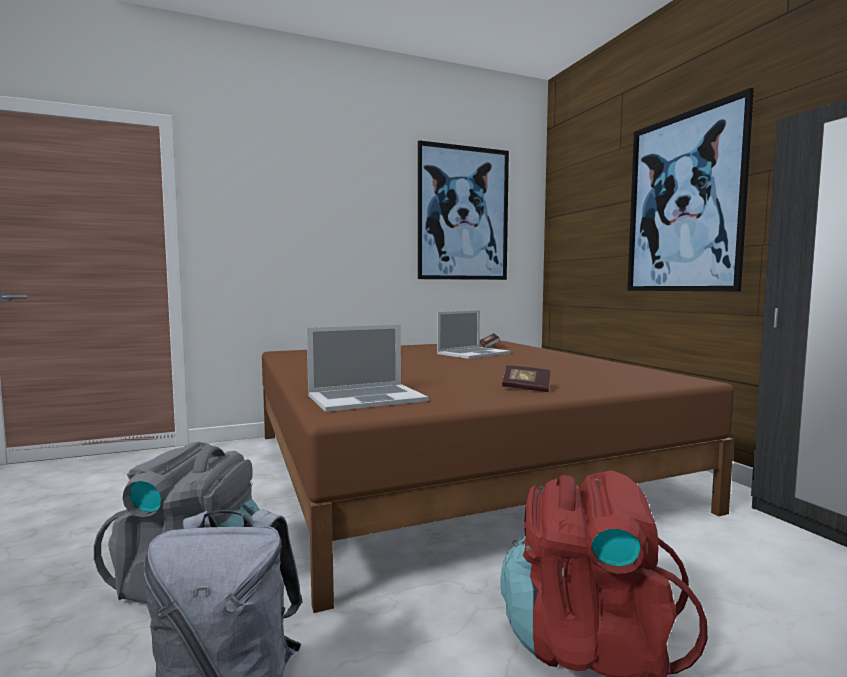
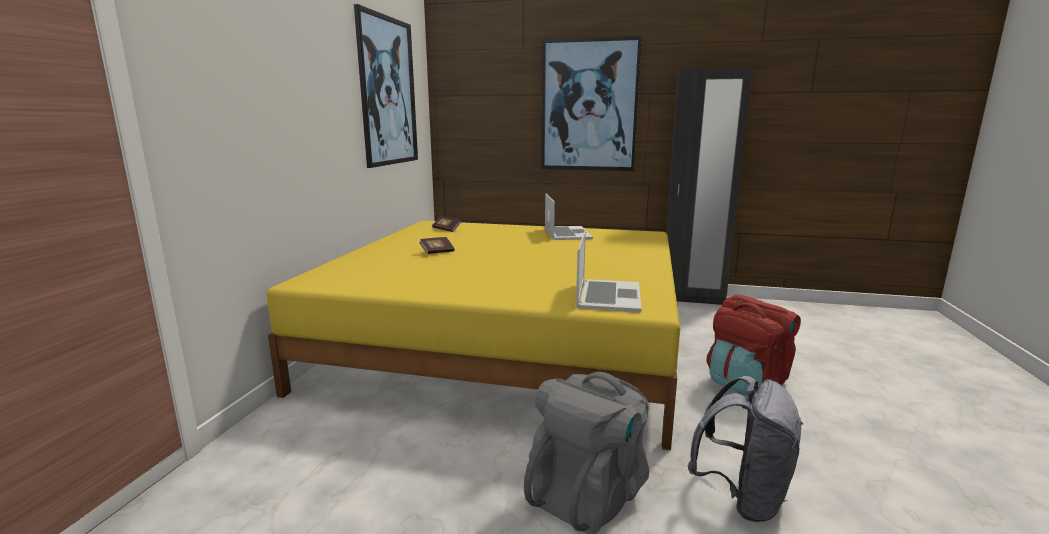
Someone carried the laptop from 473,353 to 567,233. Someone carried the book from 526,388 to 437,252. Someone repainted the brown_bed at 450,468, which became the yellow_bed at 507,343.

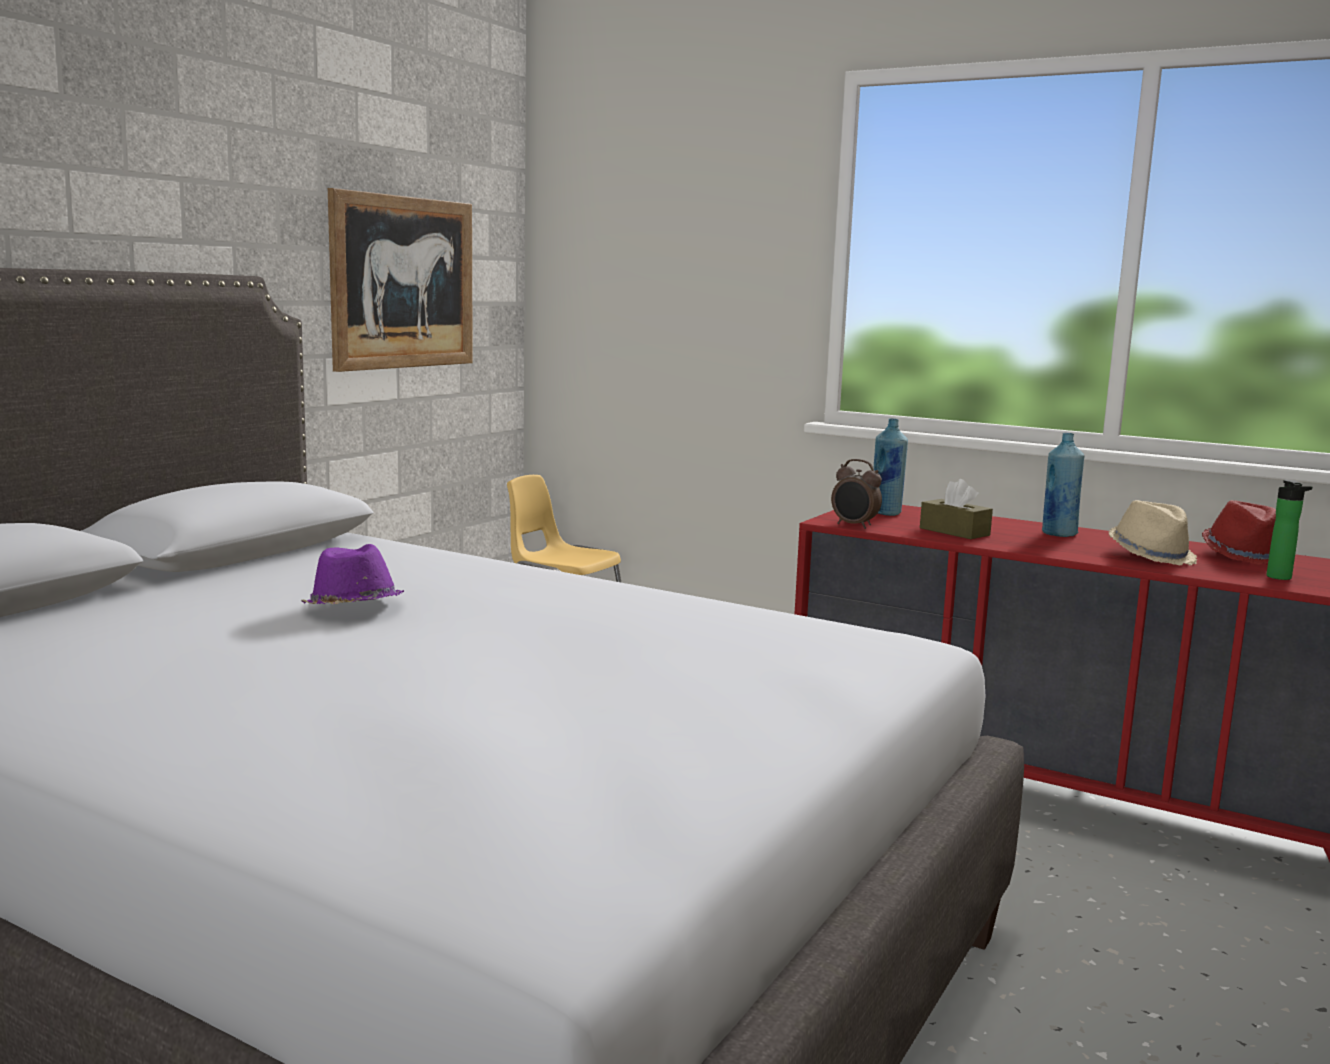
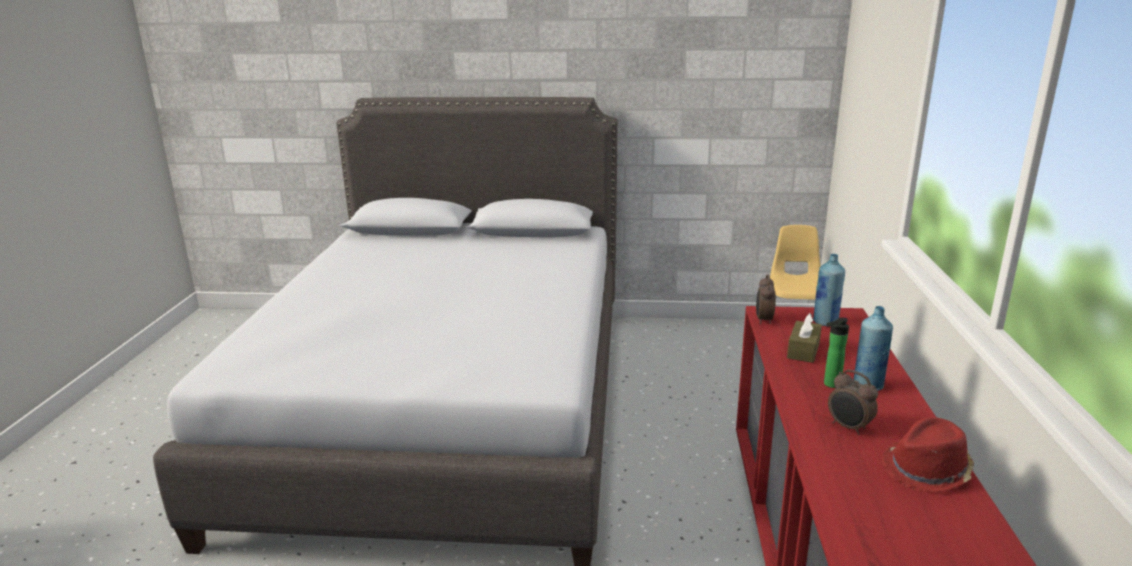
Someone took away the purple_hat at 353,609. Someone took away the picture at 403,282. Someone carried the bottle from 1281,578 to 830,385. Someone swapped the beige_hat at 1151,555 for the alarm_clock at 848,427.

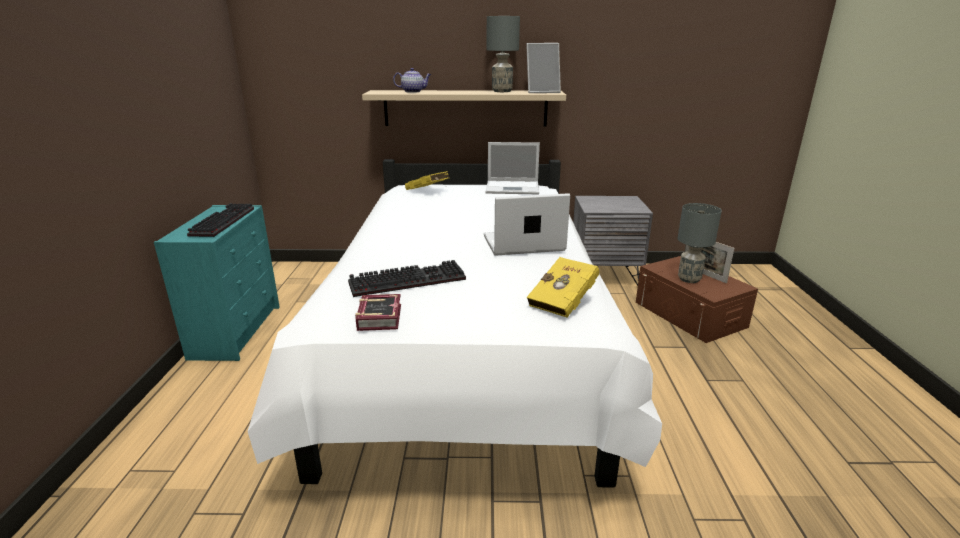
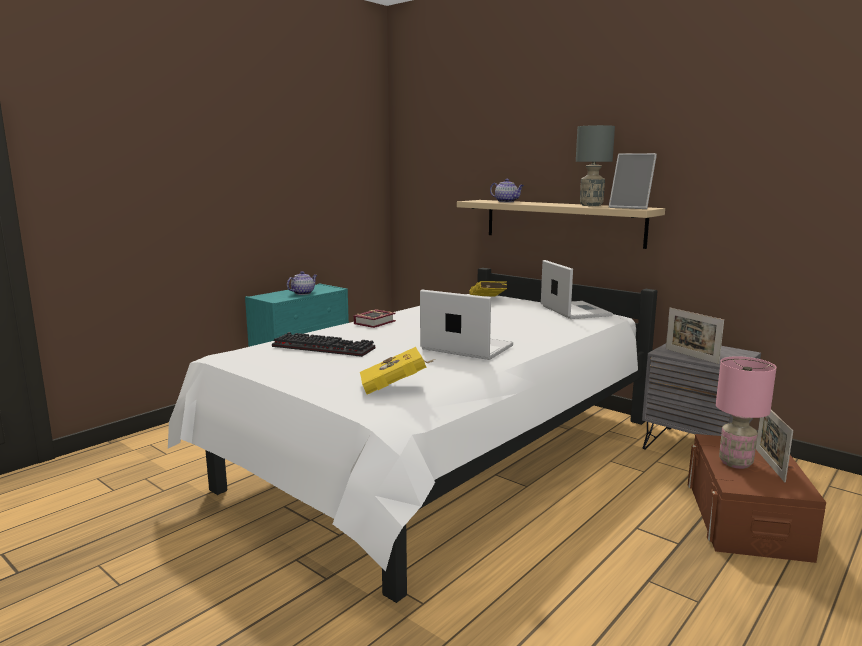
Someone put down the picture_frame at 691,356. Someone carried the book from 381,316 to 376,322. Someone swapped the keyboard at 222,221 for the teapot at 303,293. Someone repainted the grey_table_lamp at 689,279, which became the pink_table_lamp at 736,463. Someone rotated the laptop at 513,188 by 150 degrees counterclockwise.

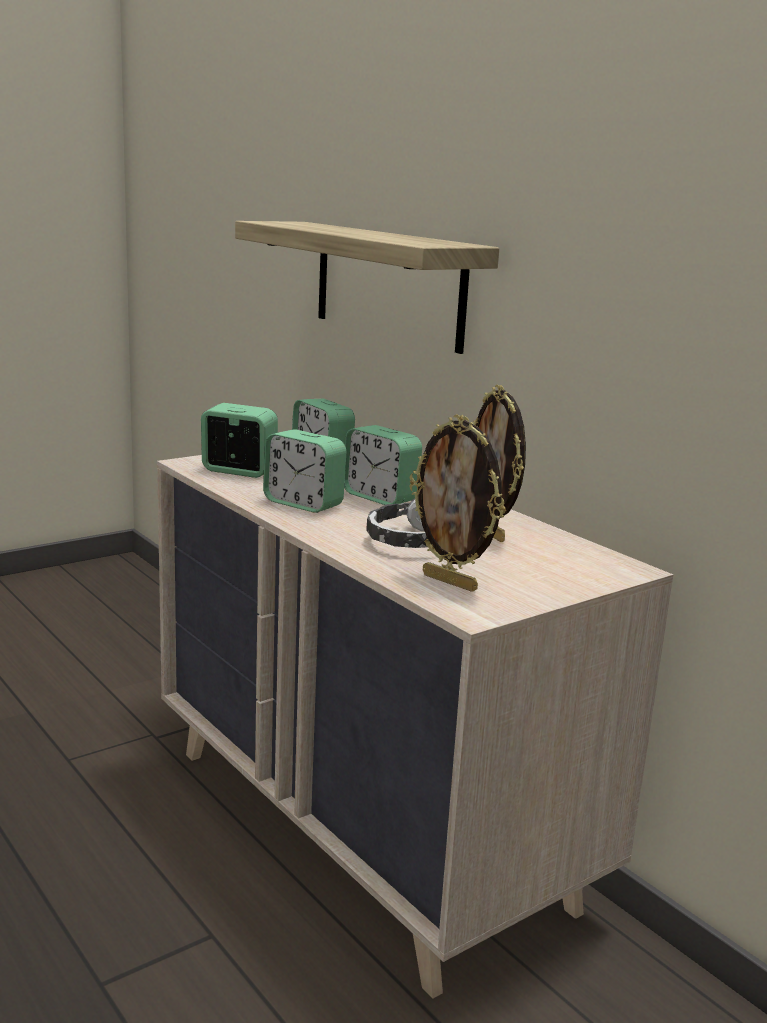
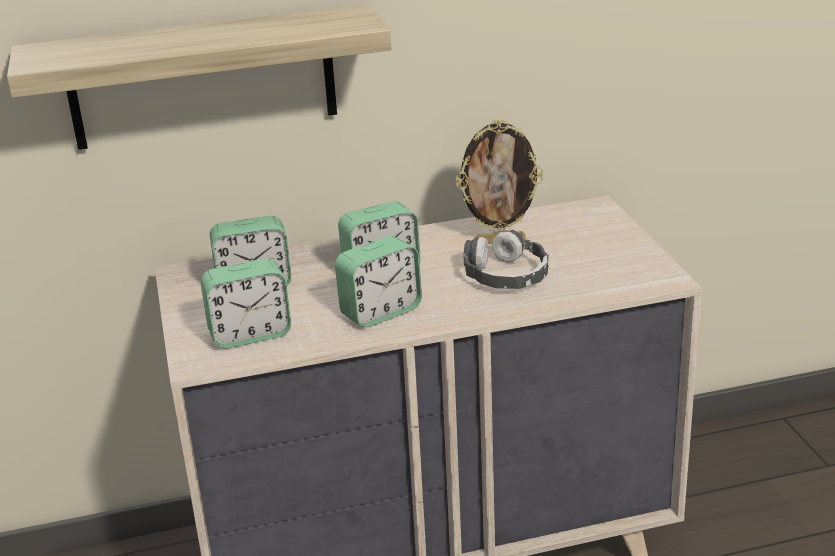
Someone took away the picture_frame at 451,582. Someone rotated the alarm_clock at 239,471 by 150 degrees counterclockwise.

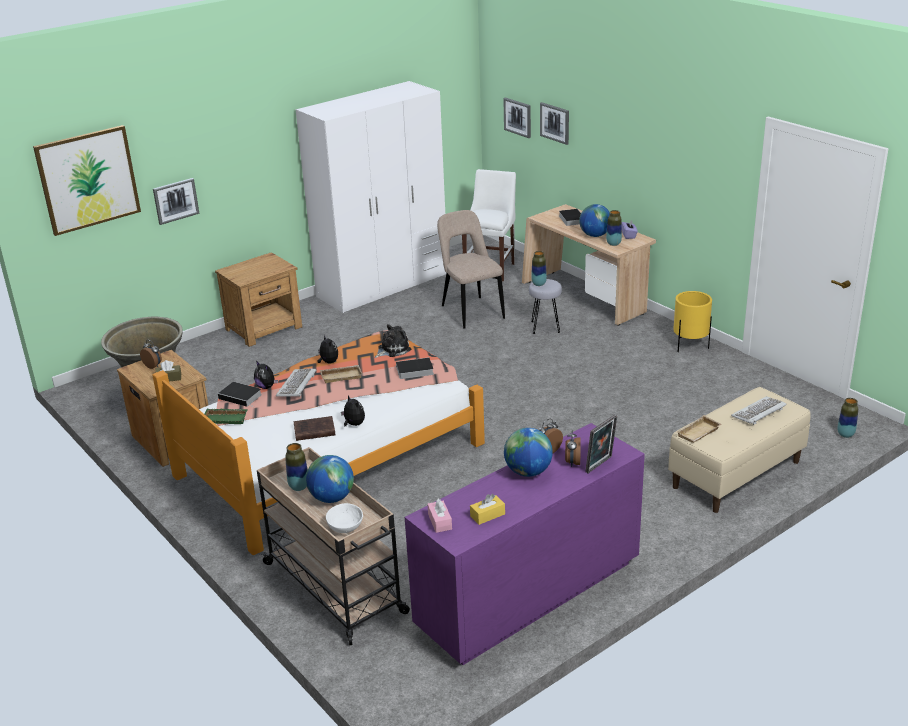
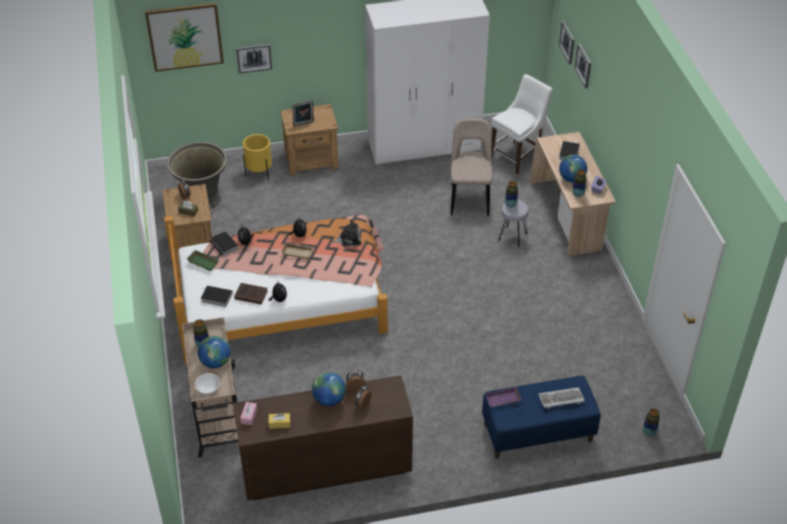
Someone took away the keyboard at 297,385. Someone carried the book from 413,371 to 215,297. Someone carried the picture_frame from 600,465 to 303,124. Someone carried the yellow_planter from 690,346 to 259,173. Someone repainted the purple_dresser at 527,595, which became the brown_dresser at 325,468. Someone repainted the beige_bench at 736,475, which became the blue_bench at 537,433. Someone repainted the beige_tray at 699,433, which became the purple_tray at 502,400.

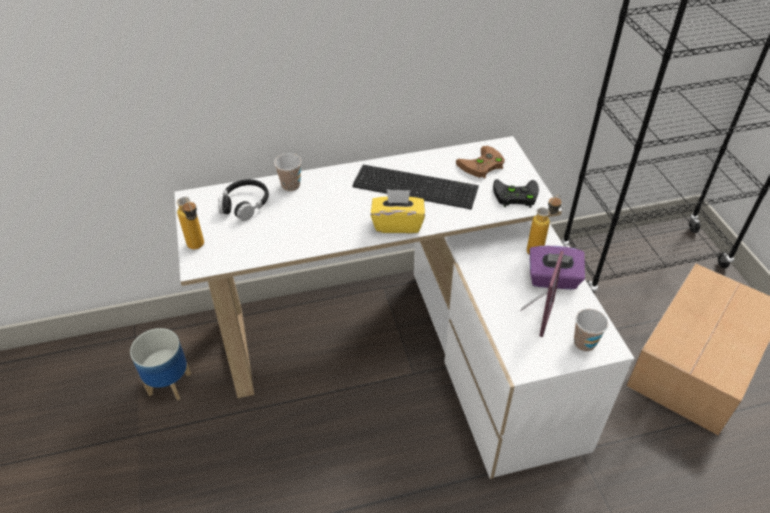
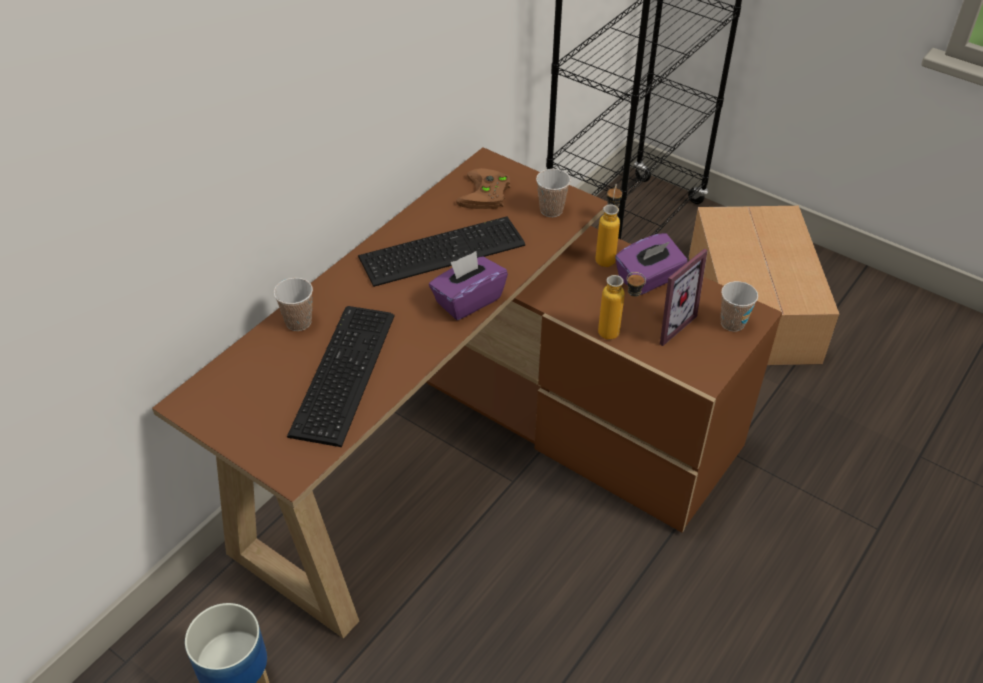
Someone took away the black_headphones at 245,204. Someone put down the keyboard at 340,374. Someone carried the bottle from 198,248 to 617,335. Someone swapped the black_game_controller at 514,196 for the cup at 551,210. Someone repainted the white_desk at 408,345, which became the brown_desk at 479,456. Someone repainted the yellow_tissue_box at 397,224, which became the purple_tissue_box at 468,300. Someone rotated the picture_frame at 534,315 by 60 degrees clockwise.

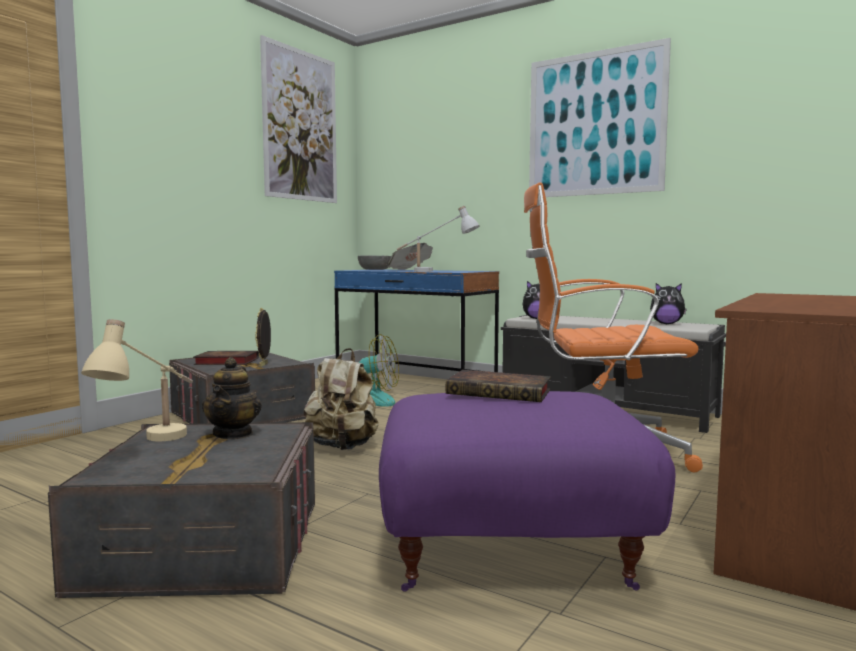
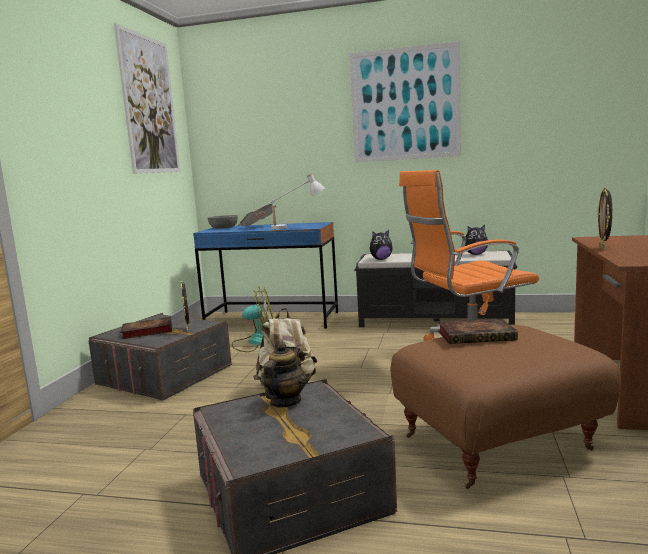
Someone took away the beige_table_lamp at 153,444. Someone put down the picture_frame at 603,248. Someone repainted the purple_ottoman at 509,554, which became the brown_ottoman at 498,445. Someone rotated the teapot at 233,434 by 135 degrees counterclockwise.

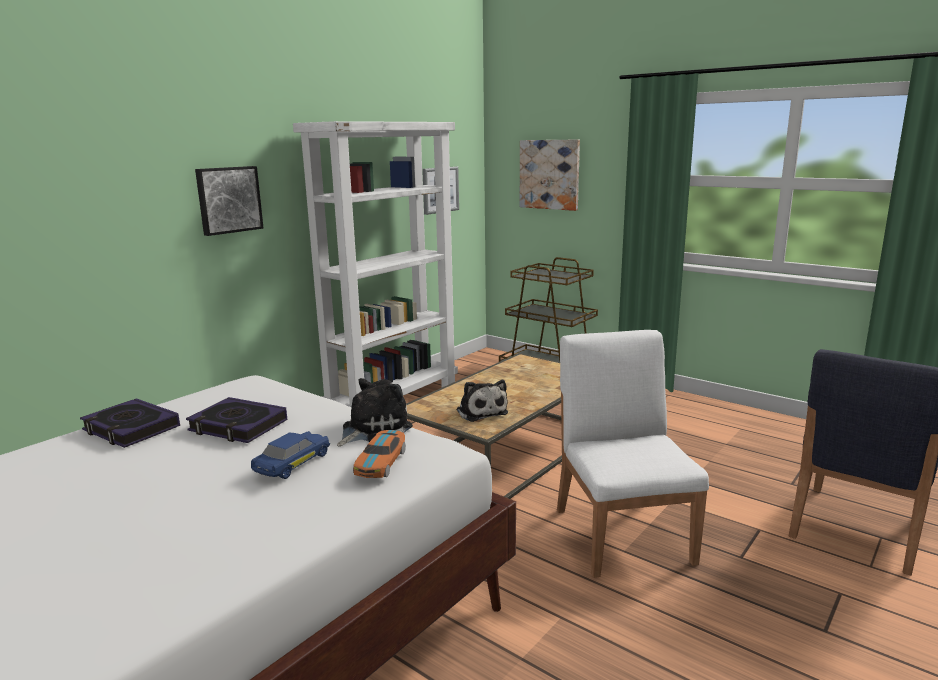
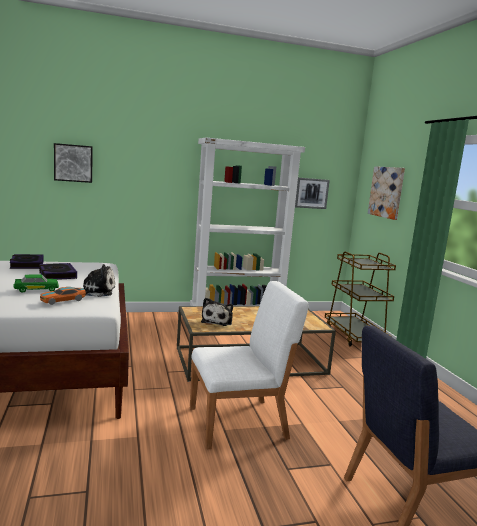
Someone carried the picture from 228,200 to 73,163. Someone repainted the blue_toy_car at 293,464, which became the green_toy_car at 36,289. Someone rotated the white_chair at 623,534 by 45 degrees clockwise.

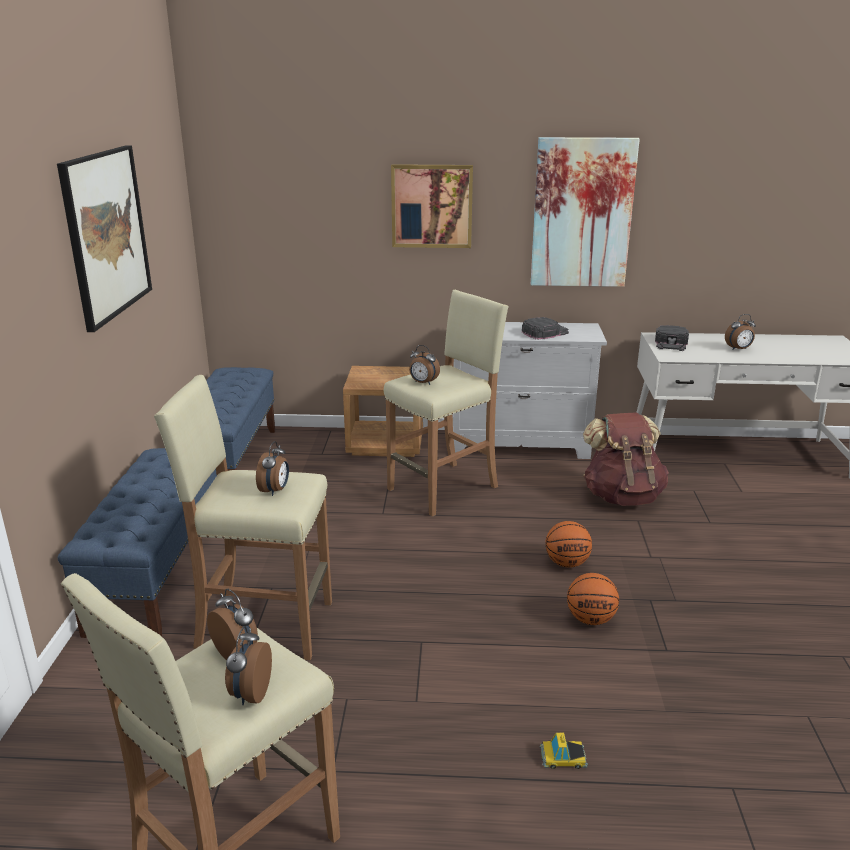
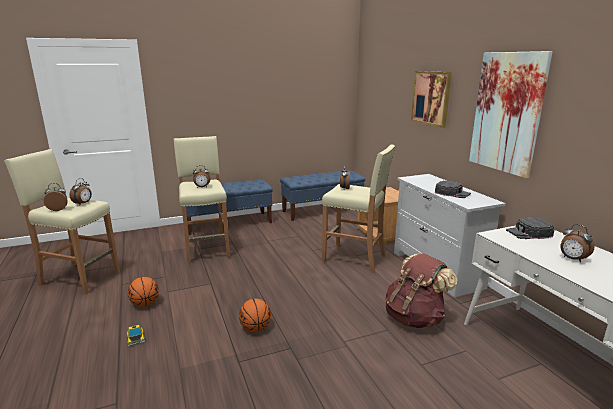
Someone took away the picture at 106,234. Someone carried the basketball from 566,563 to 145,304.

